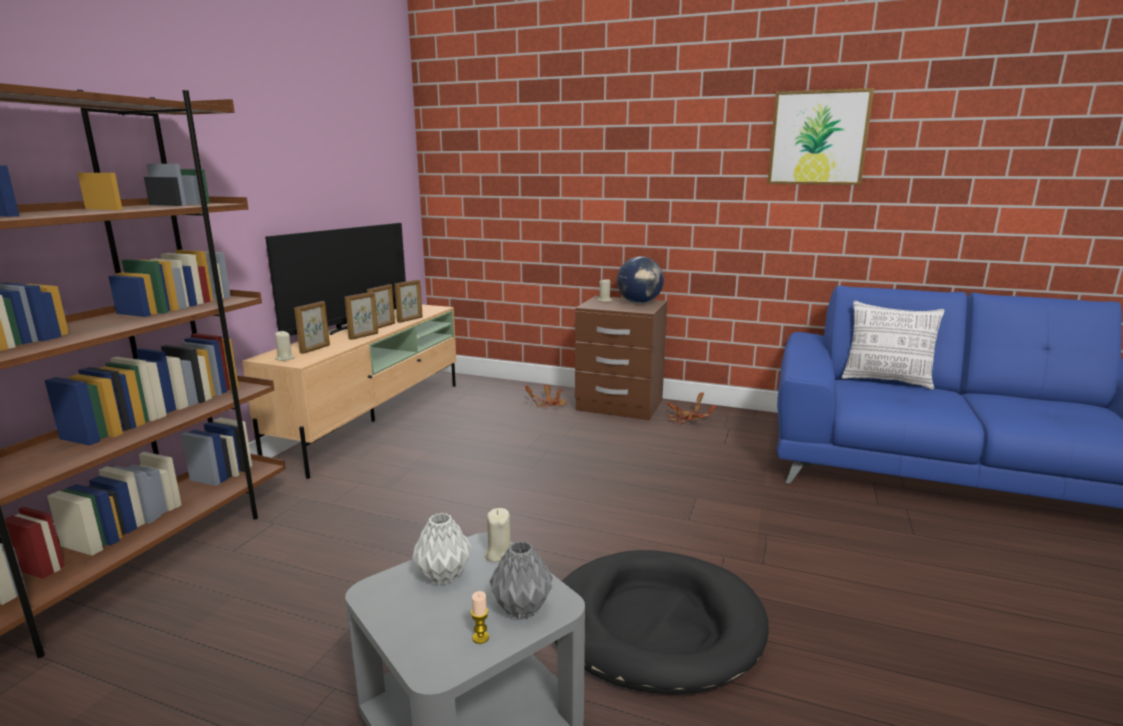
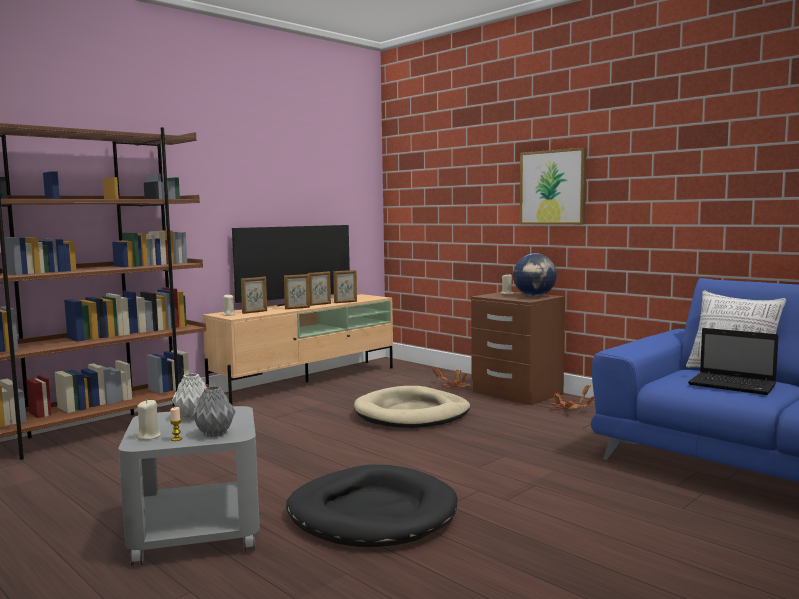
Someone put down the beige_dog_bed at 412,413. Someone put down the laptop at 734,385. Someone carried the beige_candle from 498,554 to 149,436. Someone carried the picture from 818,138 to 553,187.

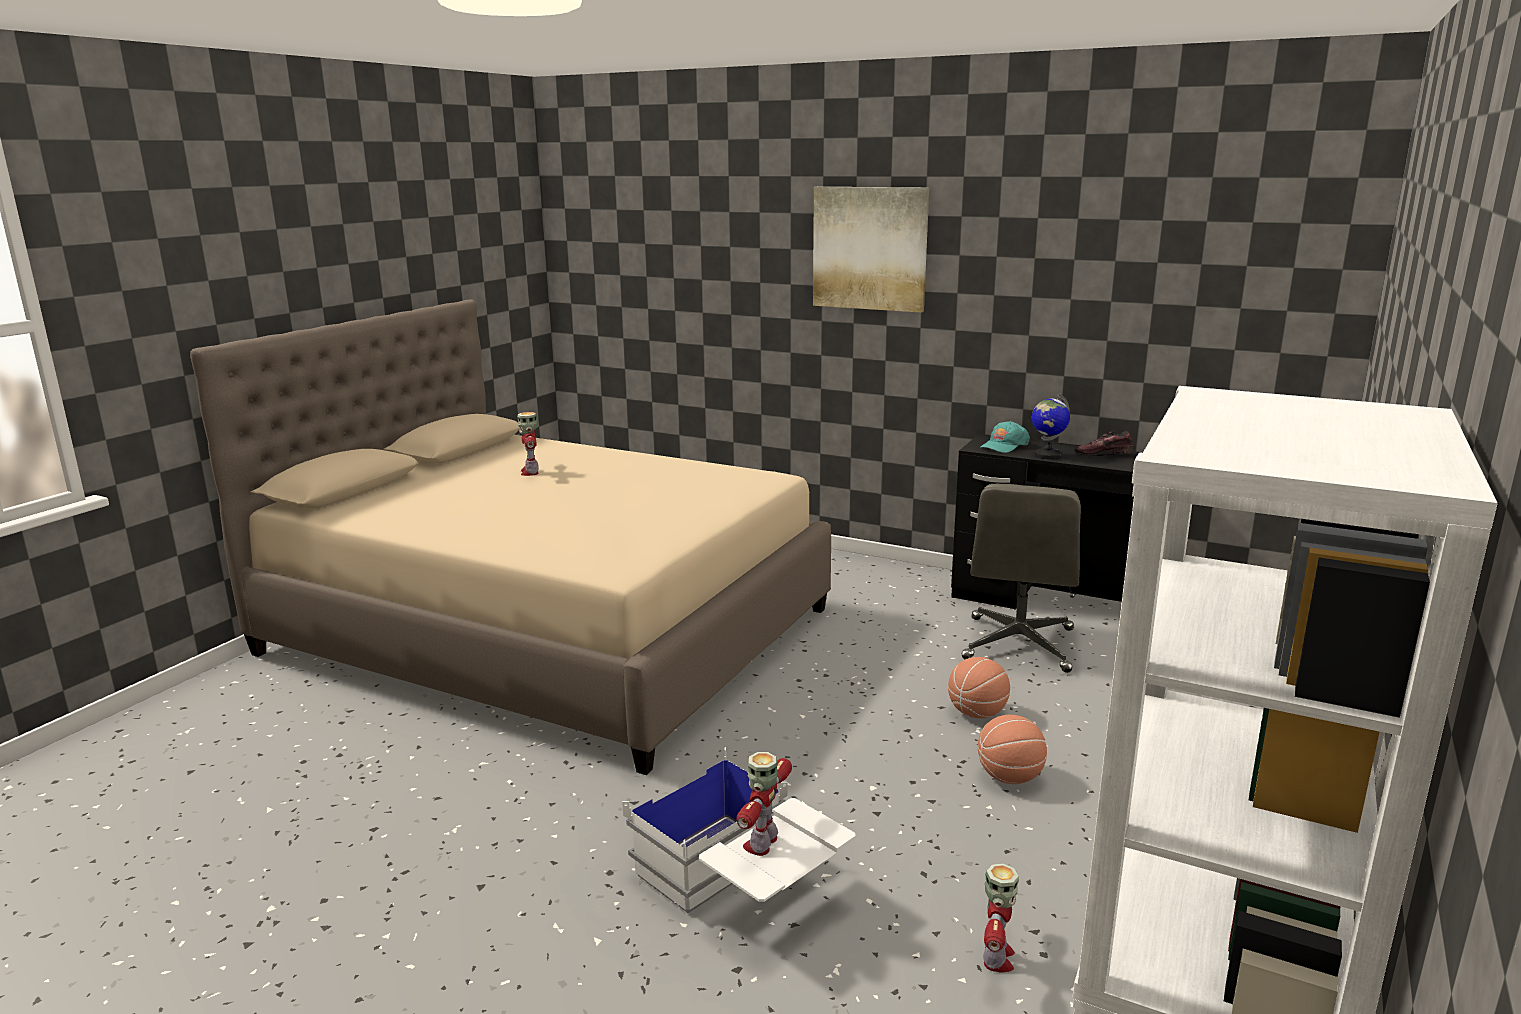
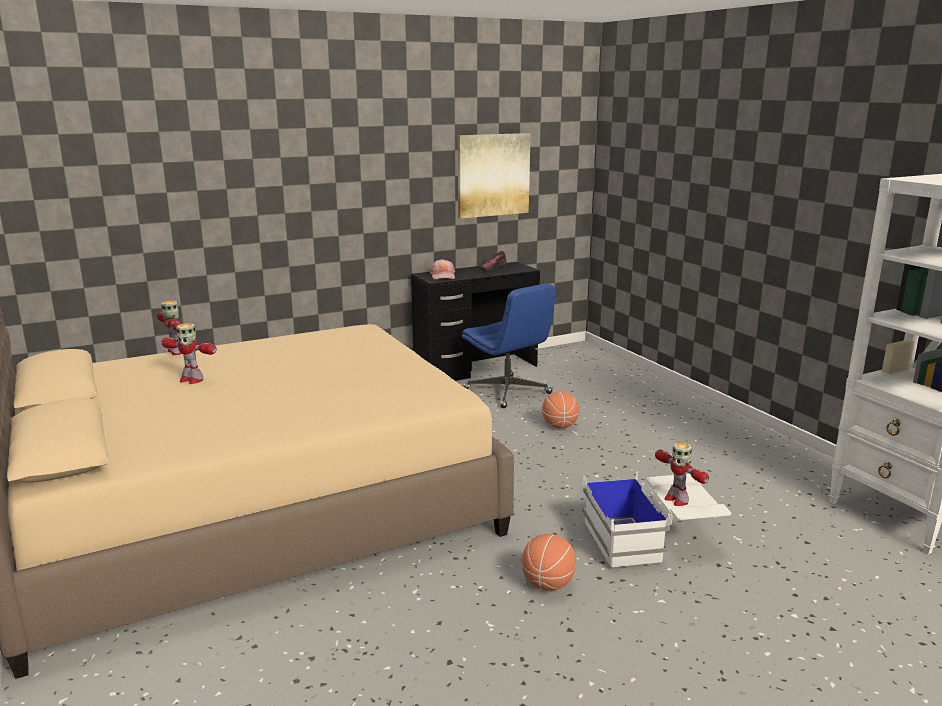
Someone took away the globe at 1047,455. Someone carried the picture from 870,248 to 493,175. Someone carried the basketball from 1010,777 to 548,584. Someone carried the toy_robot from 996,958 to 176,352. Someone repainted the grey_office_chair at 1019,645, which became the blue_office_chair at 508,392. Someone repainted the turquoise_cap at 1004,446, which became the pink_cap at 443,276.

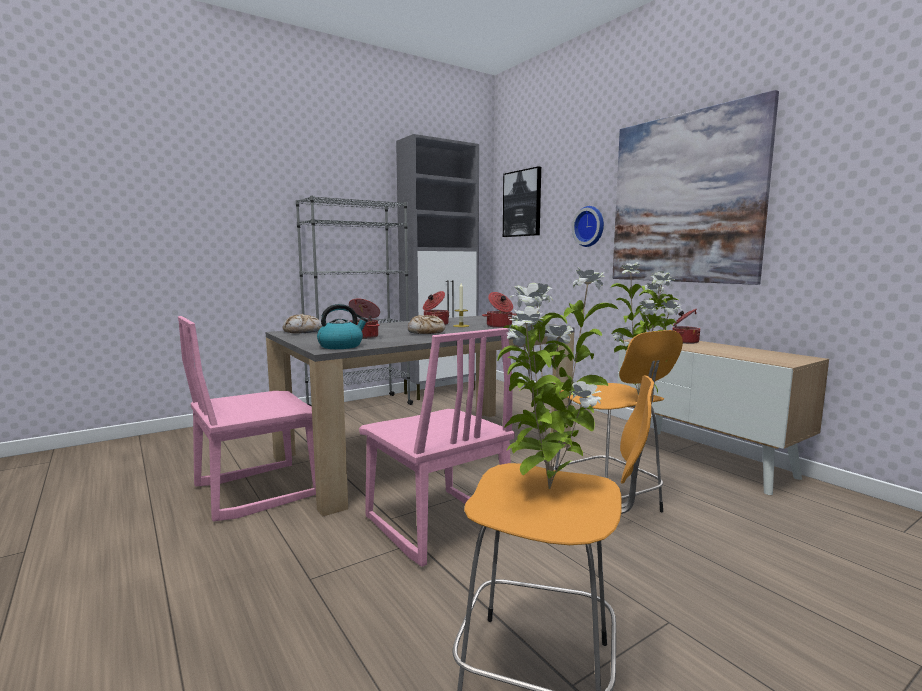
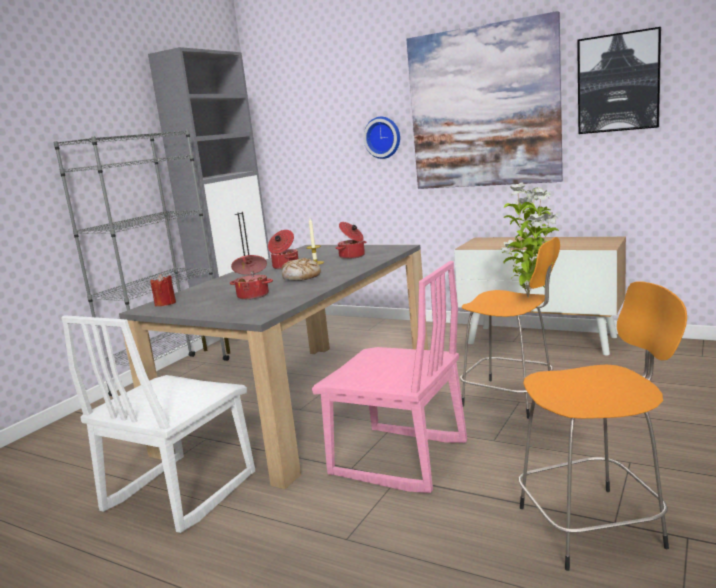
Someone took away the kettle at 341,346. Someone took away the potted_plant at 547,487. Someone took away the cooking_pot at 684,341. Someone carried the picture from 522,203 to 618,83. Someone swapped the bread at 303,331 for the red_candle at 165,303. Someone repainted the pink_chair at 256,490, which became the white_chair at 179,492.

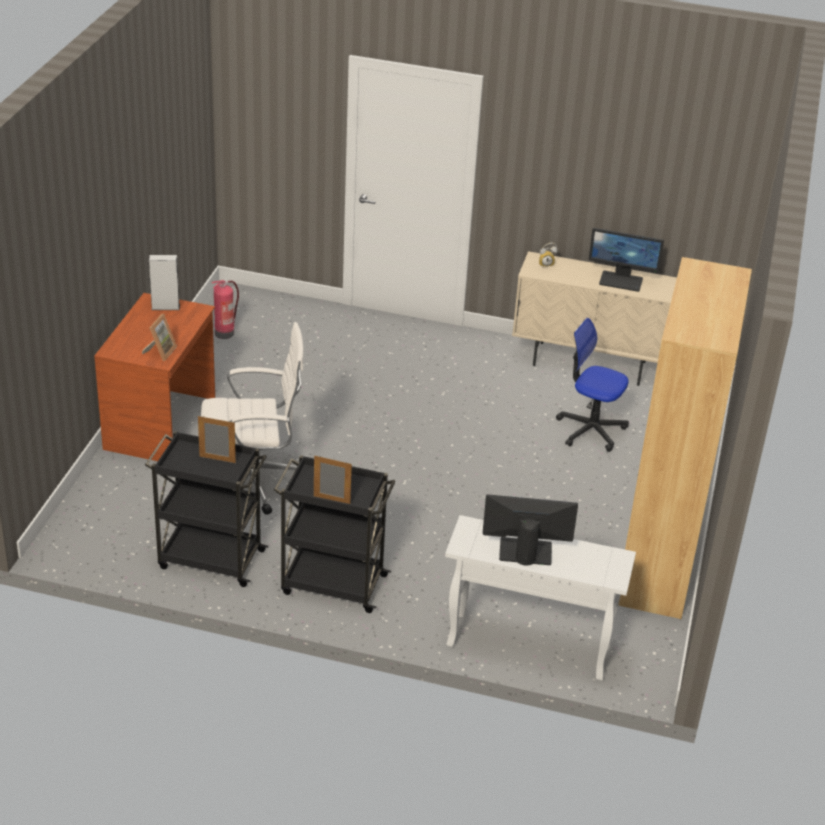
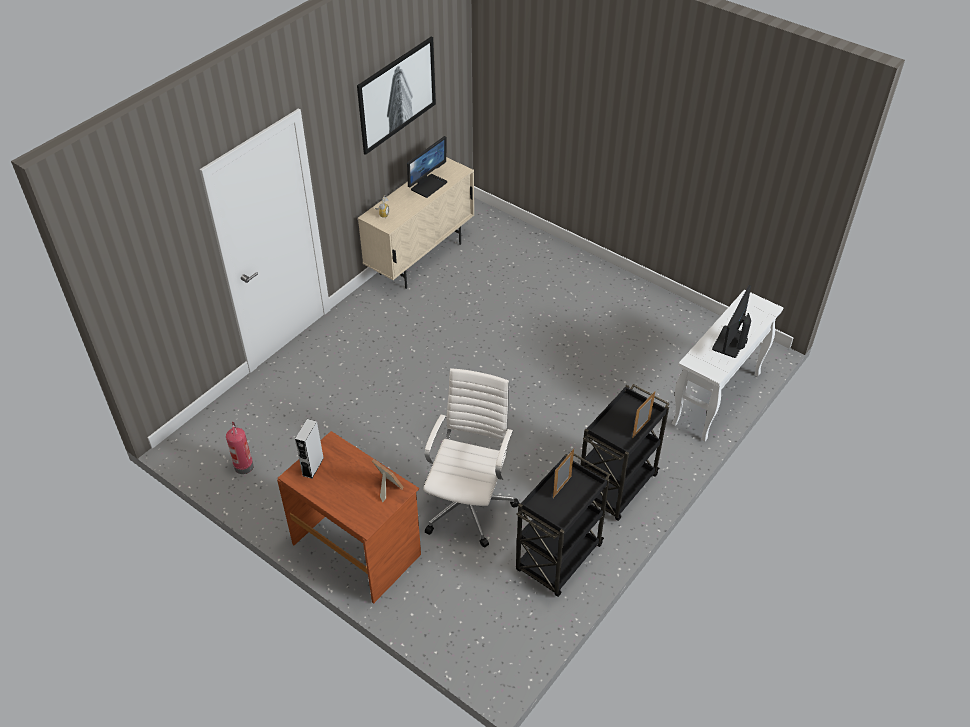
Someone took away the office_chair at 590,430. Someone took away the brown_bookcase at 658,564. Someone put up the picture at 396,94.

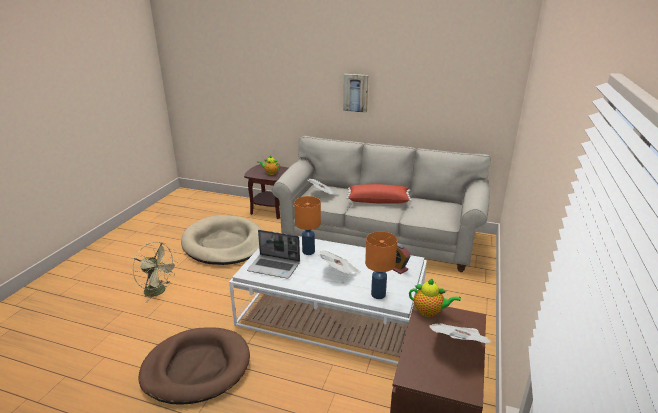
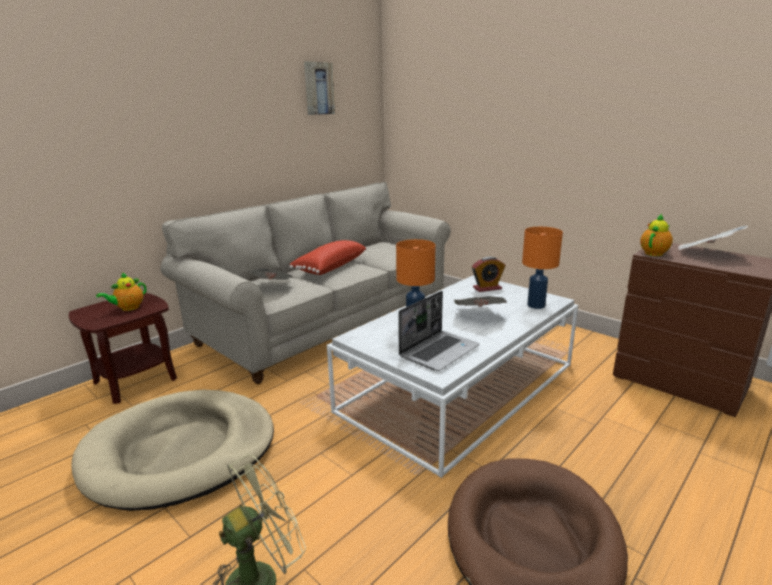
Someone carried the picture from 356,92 to 318,88.

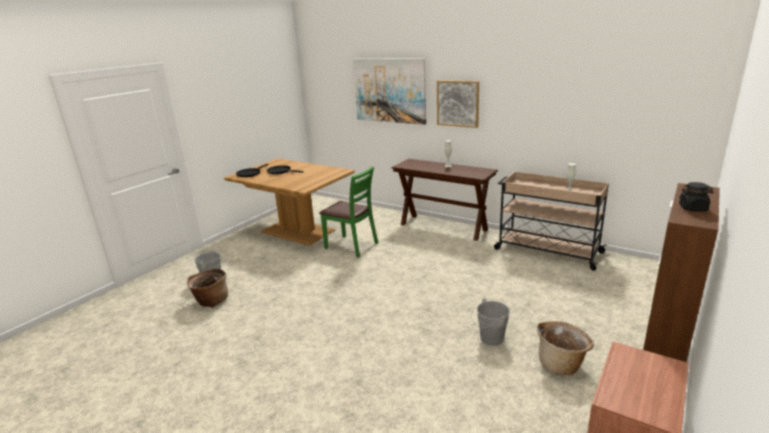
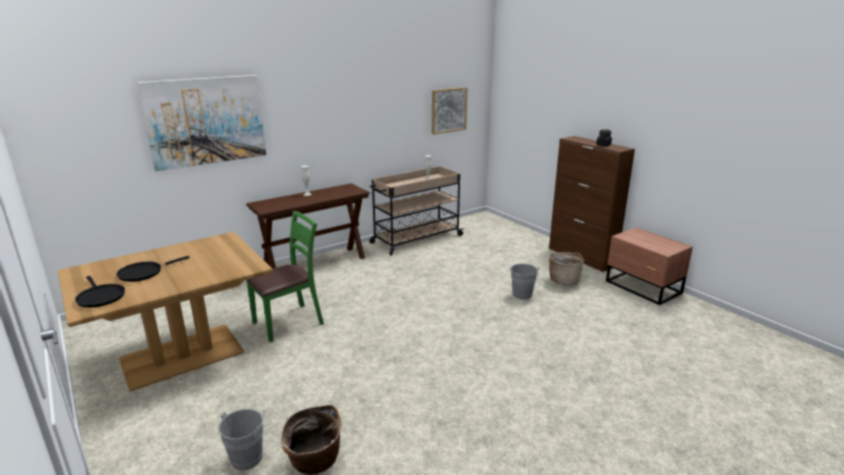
Someone carried the picture from 458,103 to 448,110.

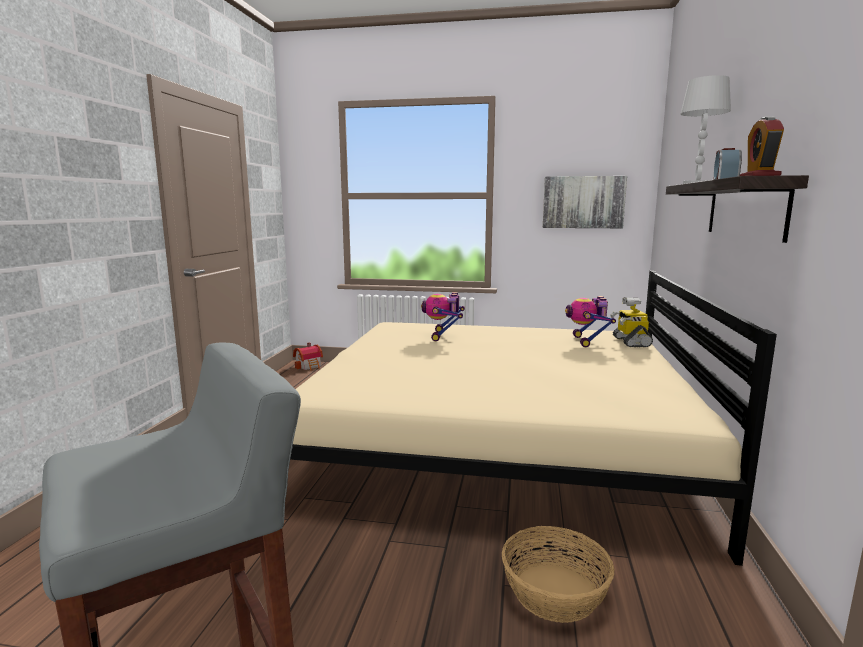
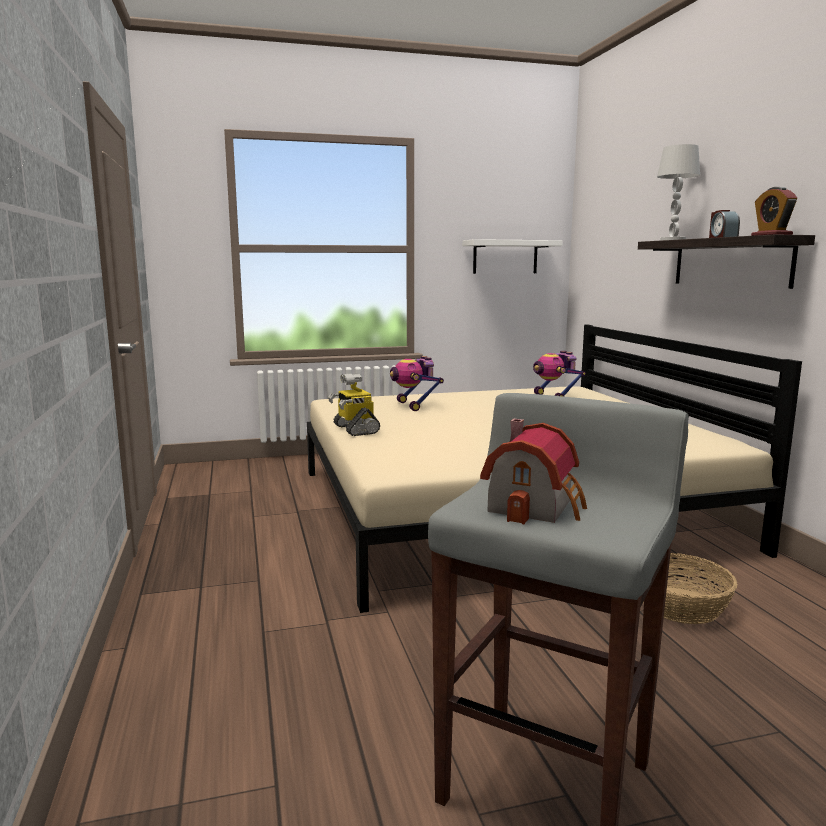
Someone carried the toy_house from 309,366 to 536,506. Someone carried the toy_robot from 630,342 to 355,429. Someone swapped the picture at 583,202 for the white_shelf at 505,257.

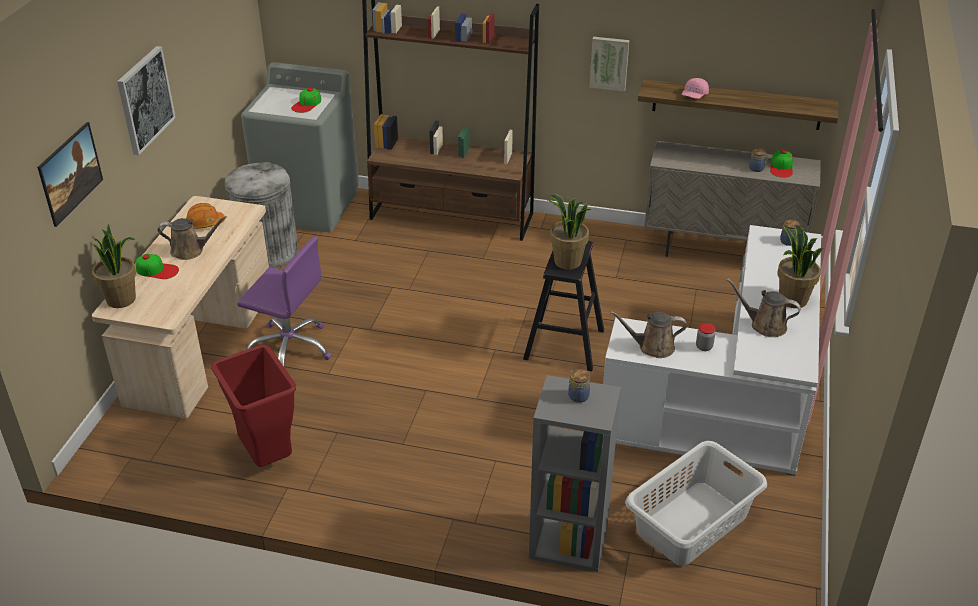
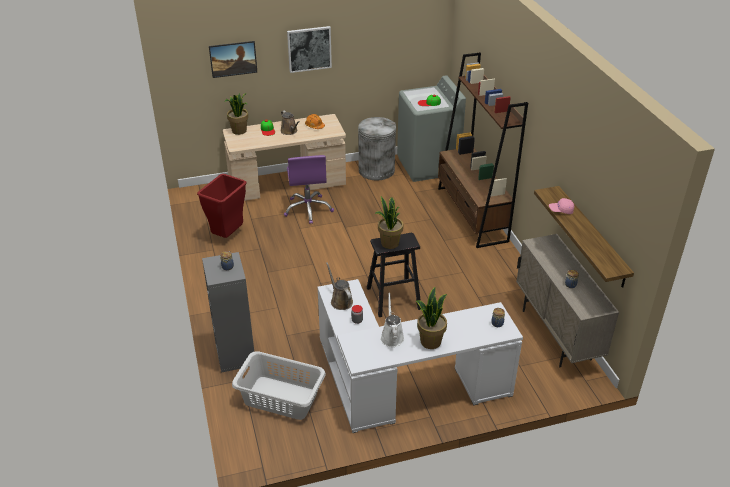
Someone took away the picture at 609,63. Someone took away the cap at 781,167. Someone repainted the brown_watering_can at 764,325, which became the white_watering_can at 391,336.

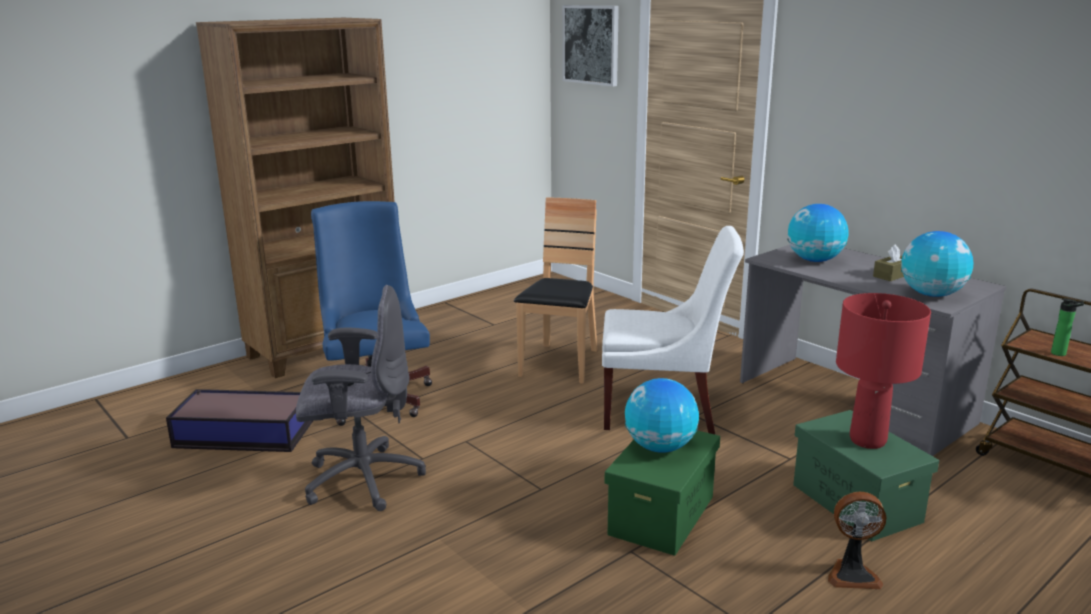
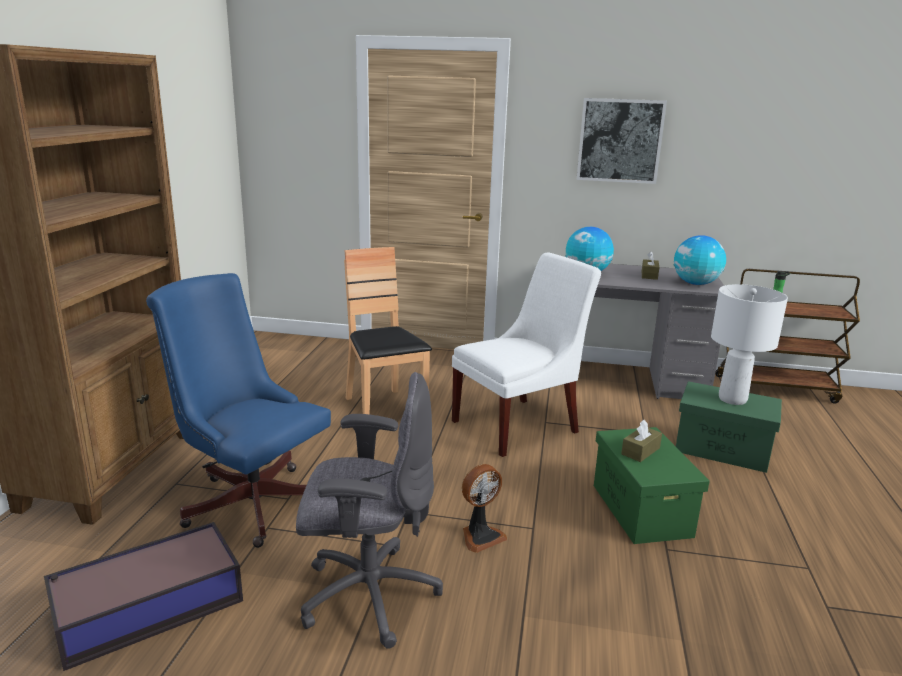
Someone carried the picture from 591,44 to 620,140. Someone carried the fan from 852,574 to 480,536. Someone swapped the globe at 659,447 for the brown_tissue_box at 640,451. Someone repainted the red_table_lamp at 868,441, which became the white_table_lamp at 733,399. Someone rotated the grey_office_chair at 361,479 by 45 degrees clockwise.

